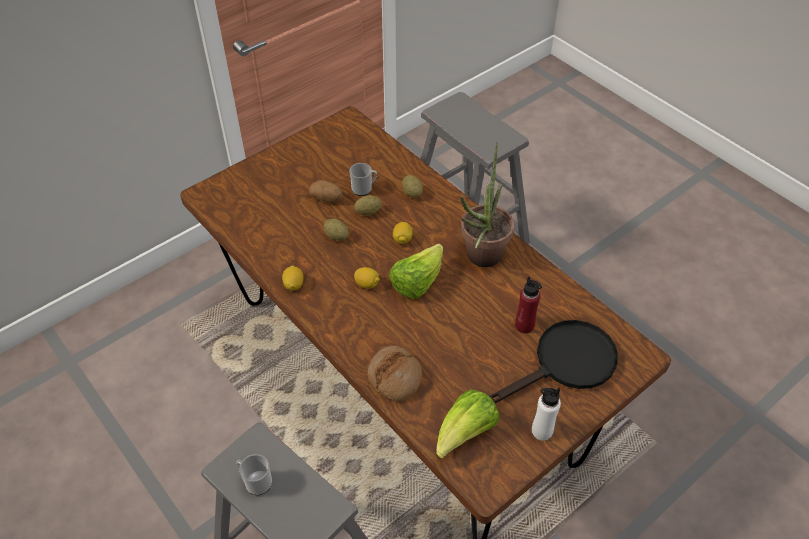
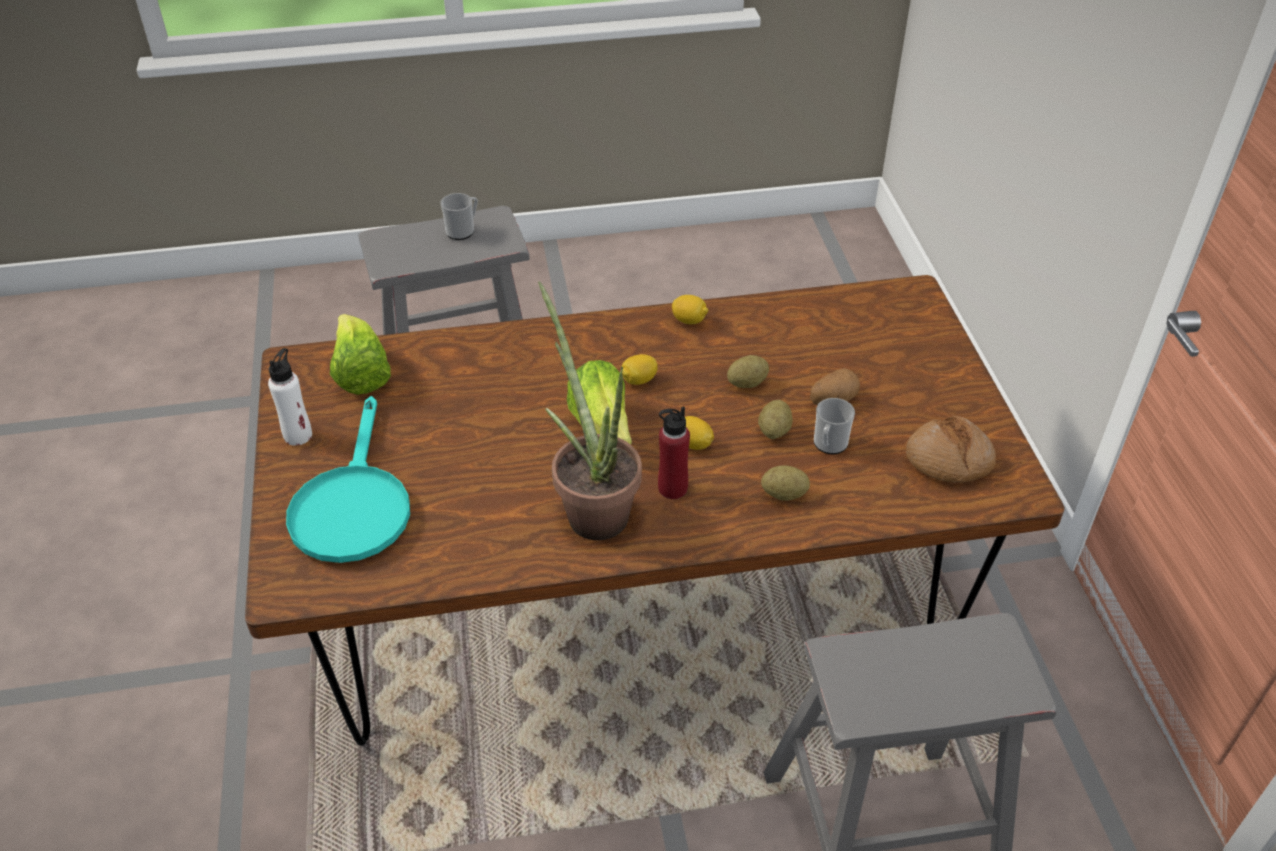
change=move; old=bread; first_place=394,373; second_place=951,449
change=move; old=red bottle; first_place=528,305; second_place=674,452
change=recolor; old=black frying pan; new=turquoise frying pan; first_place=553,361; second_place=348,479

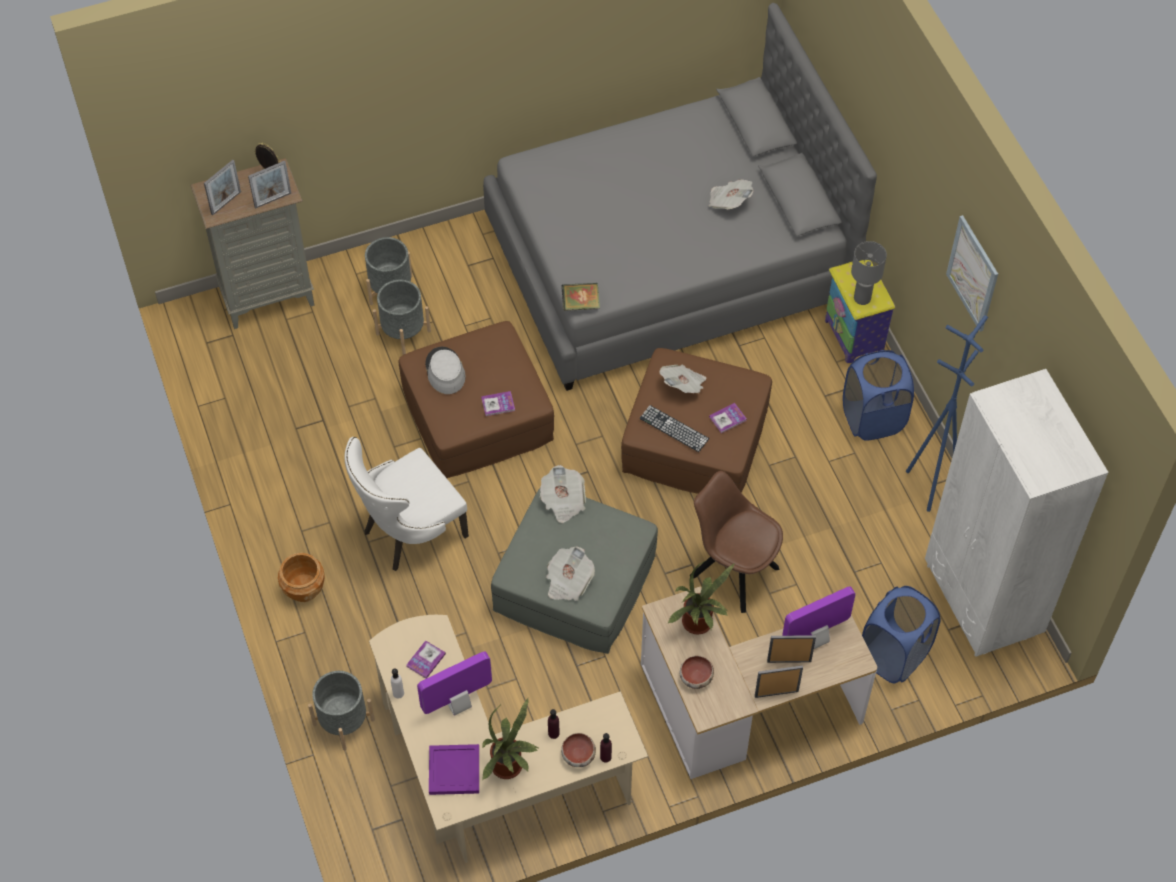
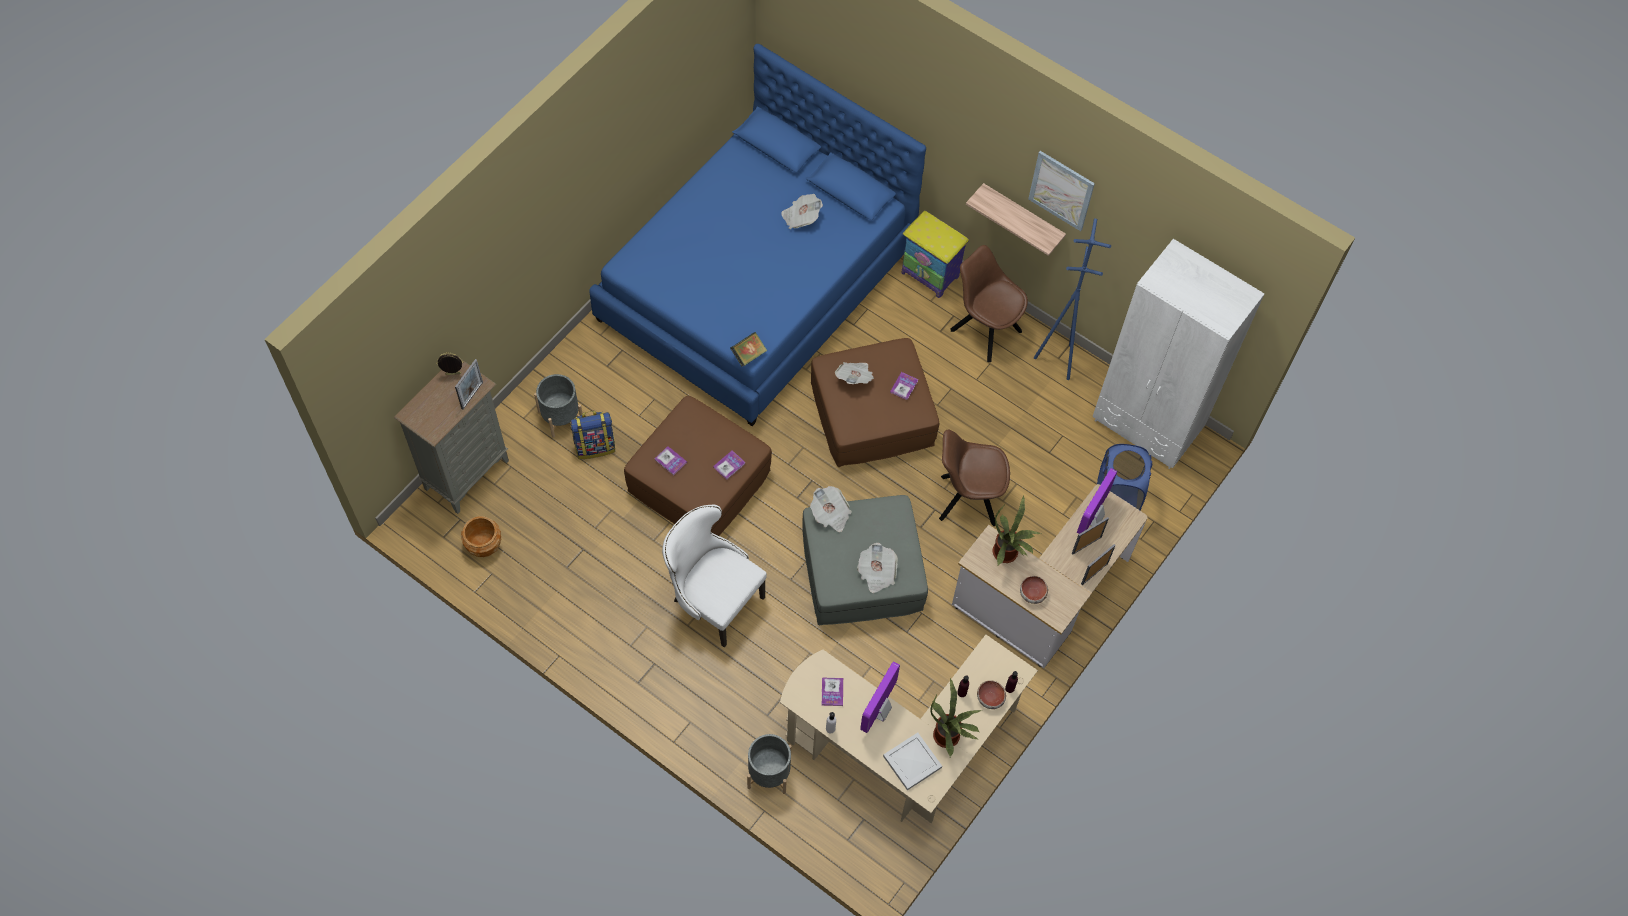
change=delete; old=picture frame; first_place=222,187
change=delete; old=keyboard; first_place=674,428
change=delete; old=grey table lamp; first_place=869,273
change=insert; new=shelf; second_place=1016,219
change=move; old=brown planter; first_place=301,577; second_place=481,536
change=replace; old=grey planter; new=backpack; first_place=402,317; second_place=592,435
change=replace; old=grey hat; new=book; first_place=445,370; second_place=671,460
change=replace; old=blue laundry basket; new=brown chair; first_place=878,395; second_place=989,303
change=recolor; old=purple tray; new=white tray; first_place=454,769; second_place=912,762
change=recolor; old=grey bed; new=blue bed; first_place=680,197; second_place=757,235
change=rotate; old=white chair; first_place=406,504; second_place=714,576; degrees=105

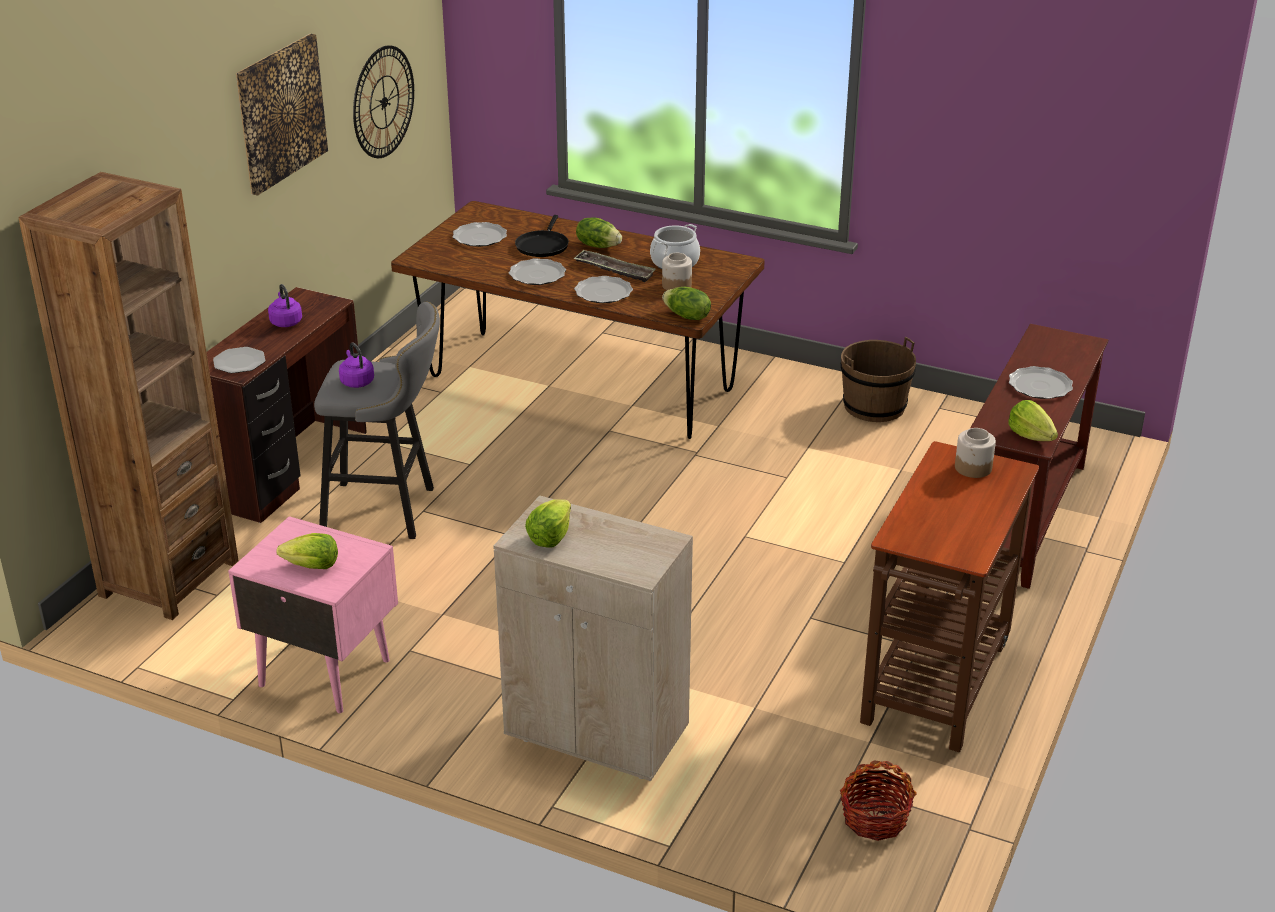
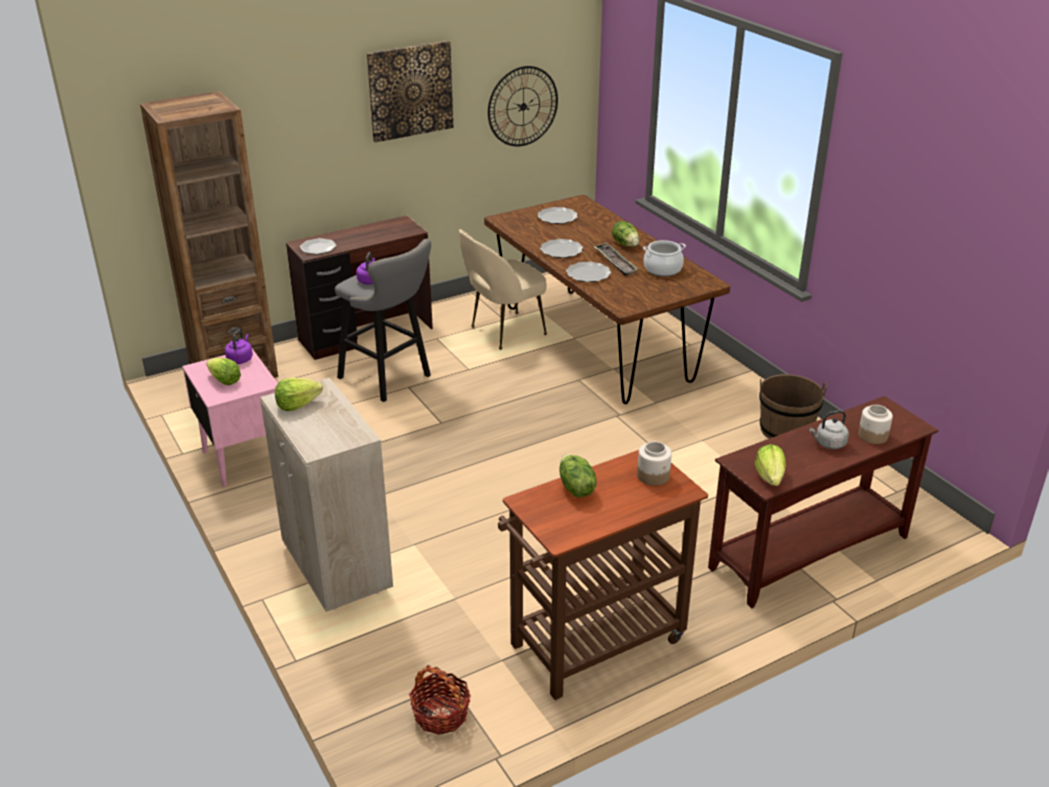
change=delete; old=black frying pan; first_place=542,236
change=insert; new=beige chair; second_place=503,289
change=move; old=purple kettle; first_place=285,305; second_place=239,346
change=move; old=jar; first_place=677,271; second_place=875,424
change=move; old=lettuce; first_place=686,303; second_place=578,476
change=replace; old=plate; new=grey kettle; first_place=1041,382; second_place=829,429

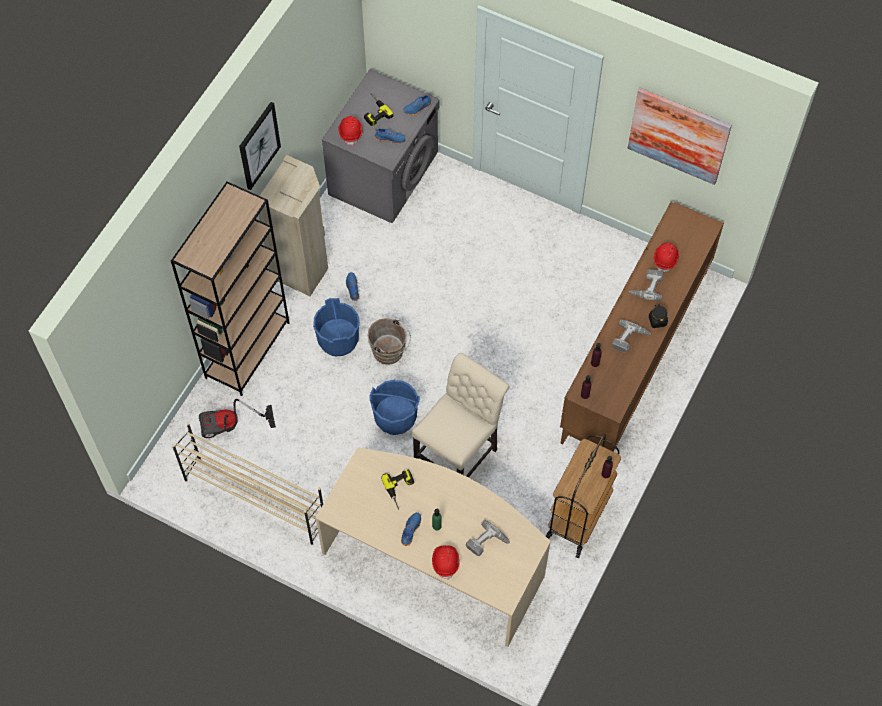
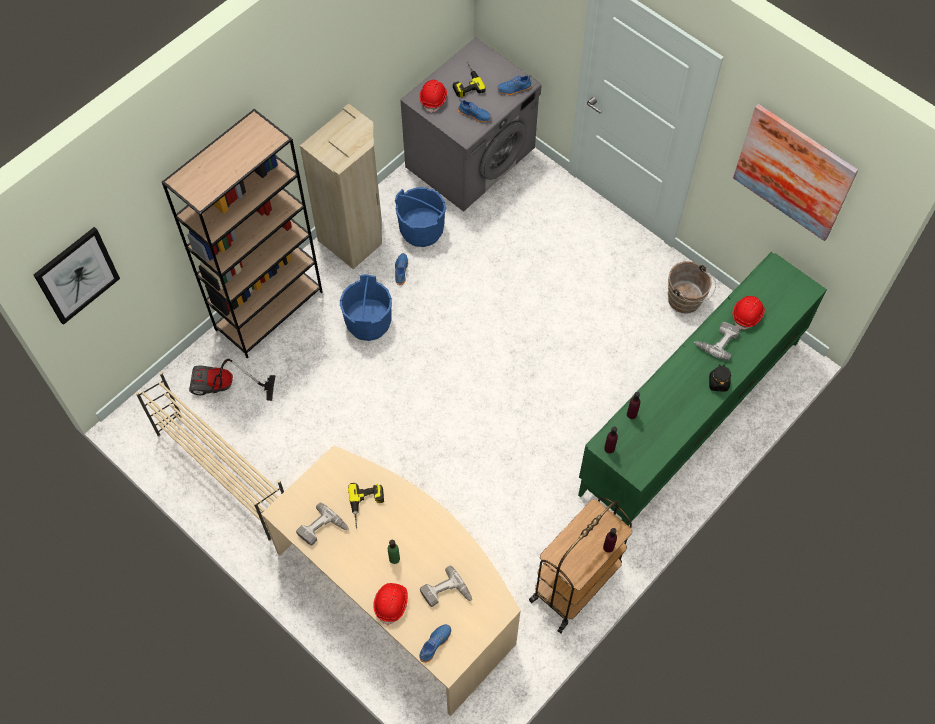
change=delete; old=beige chair; first_place=460,415
change=move; old=picture; first_place=260,146; second_place=77,276
change=move; old=brown bucket; first_place=389,341; second_place=692,287
change=move; old=blue bucket; first_place=395,407; second_place=421,217
change=move; old=blue shoe; first_place=411,529; second_place=435,643
change=move; old=power drill; first_place=631,336; second_place=322,524
change=recolor; old=brown cabinet; new=green cabinet; first_place=642,327; second_place=702,389

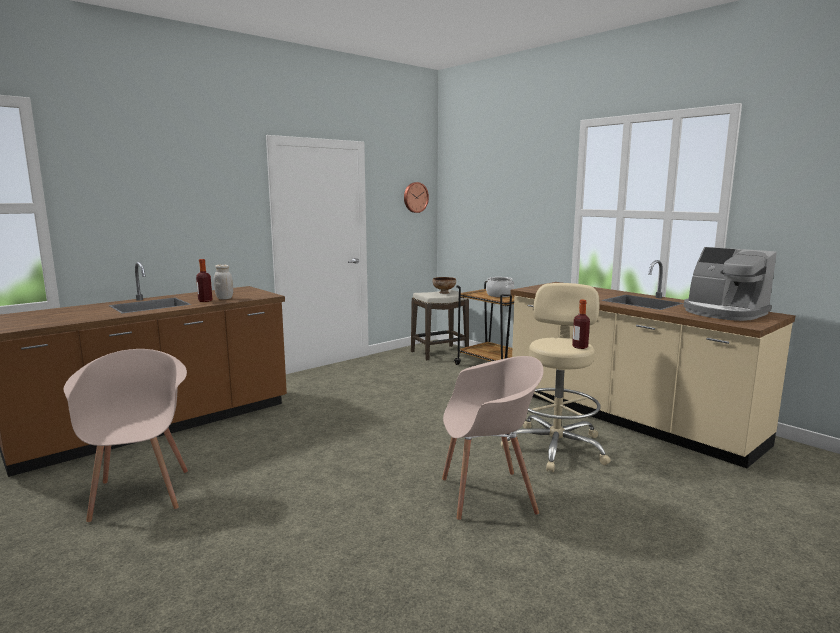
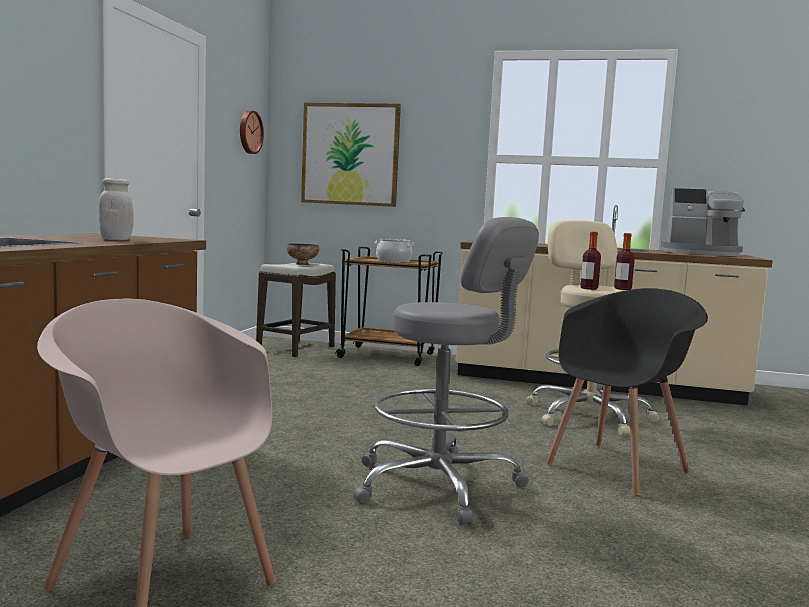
change=insert; new=picture; second_place=351,155
change=insert; new=grey stool; second_place=446,371
change=move; old=bottle; first_place=204,280; second_place=590,261
change=recolor; old=beige chair; new=black chair; first_place=492,438; second_place=627,391

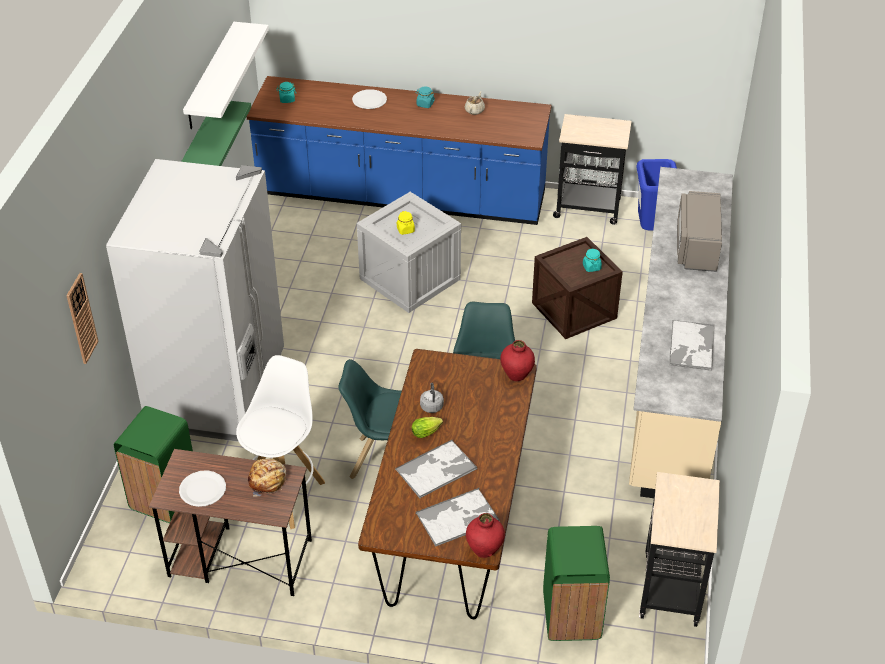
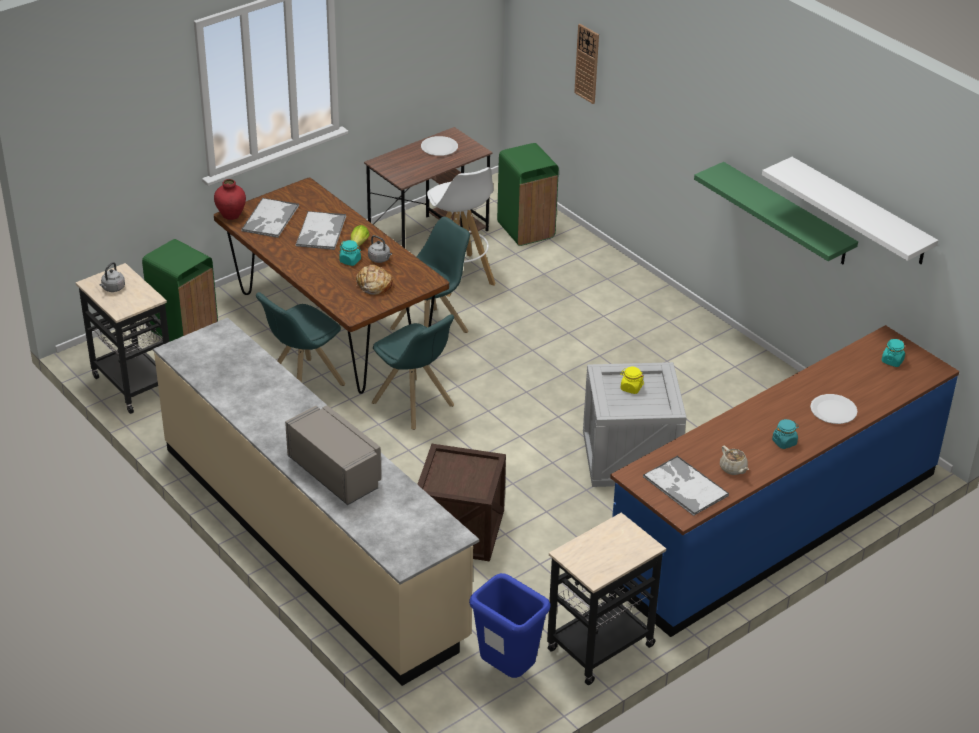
change=delete; old=white fridge; first_place=195,300
change=delete; old=red vase; first_place=517,360
change=insert; new=grey kettle; second_place=112,277
change=insert; new=turquoise chair; second_place=300,339
change=move; old=bread; first_place=267,477; second_place=374,280
change=move; old=turquoise jar; first_place=592,260; second_place=350,253
change=move; old=tray; first_place=692,345; second_place=686,485

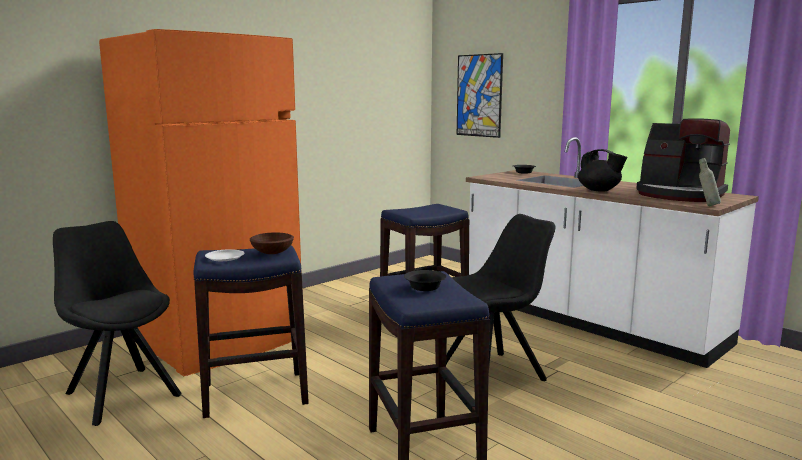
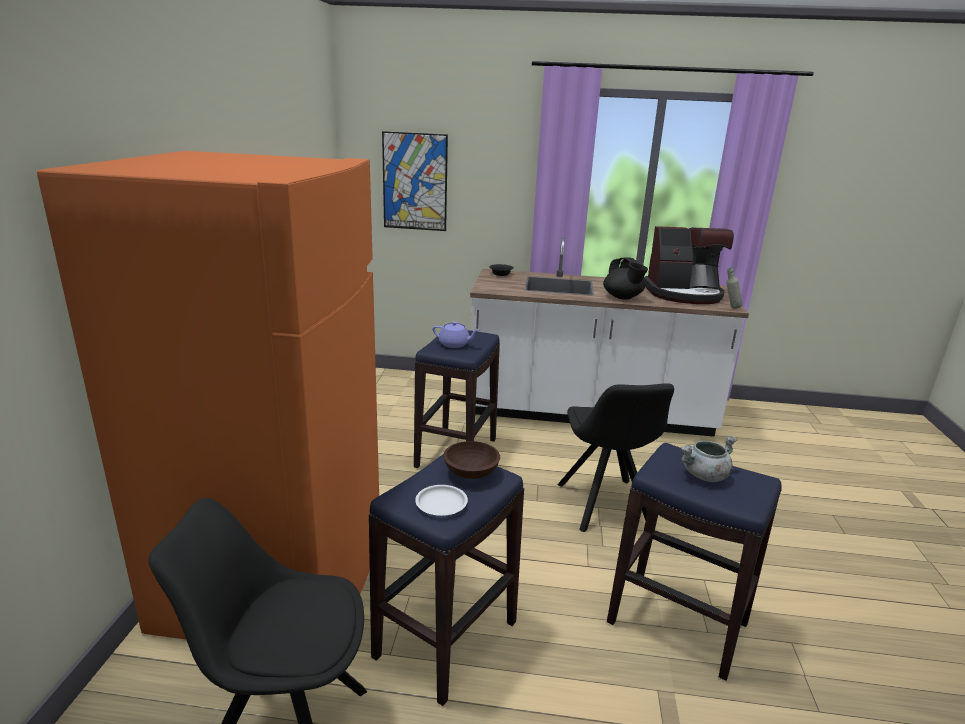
change=insert; new=purple teapot; second_place=456,334
change=replace; old=black bowl; new=grey cooking pot; first_place=425,280; second_place=709,459
change=rotate; old=black chair; first_place=500,297; second_place=616,457; degrees=150
change=rotate; old=black teapot; first_place=603,170; second_place=625,279; degrees=60

